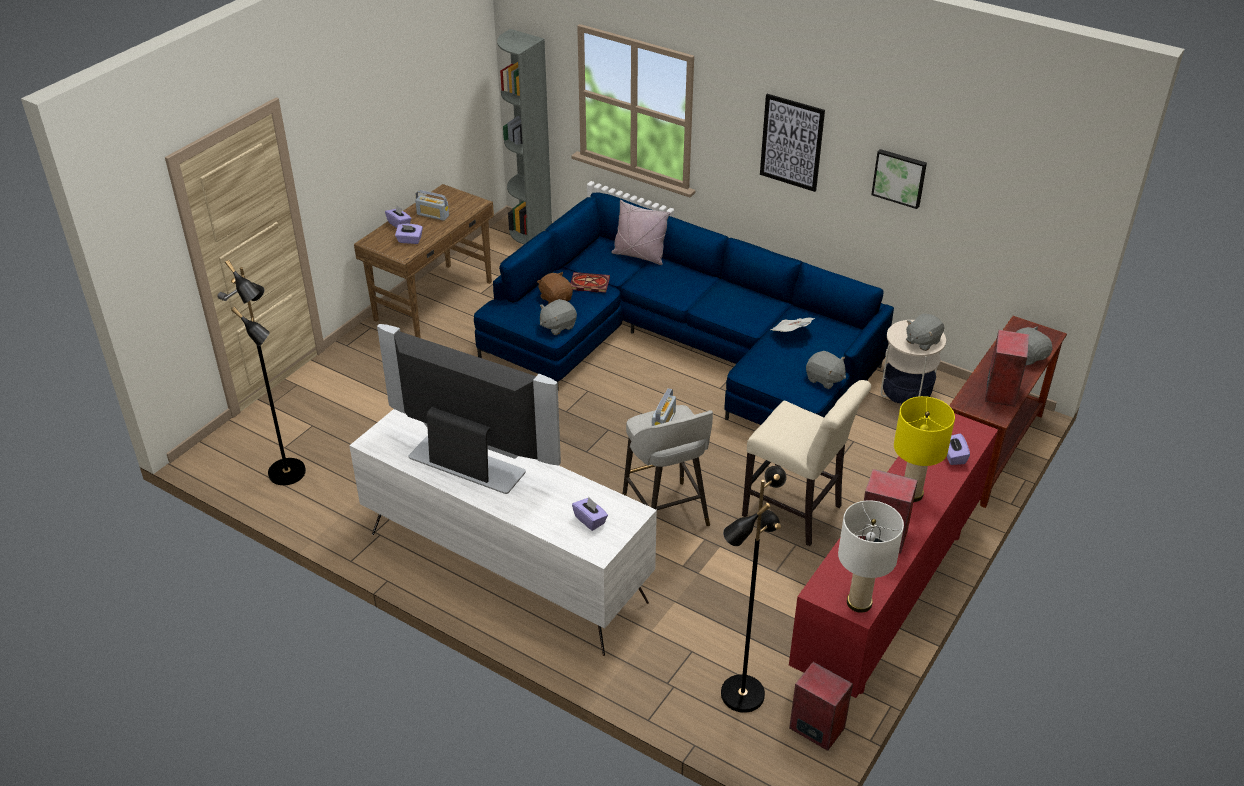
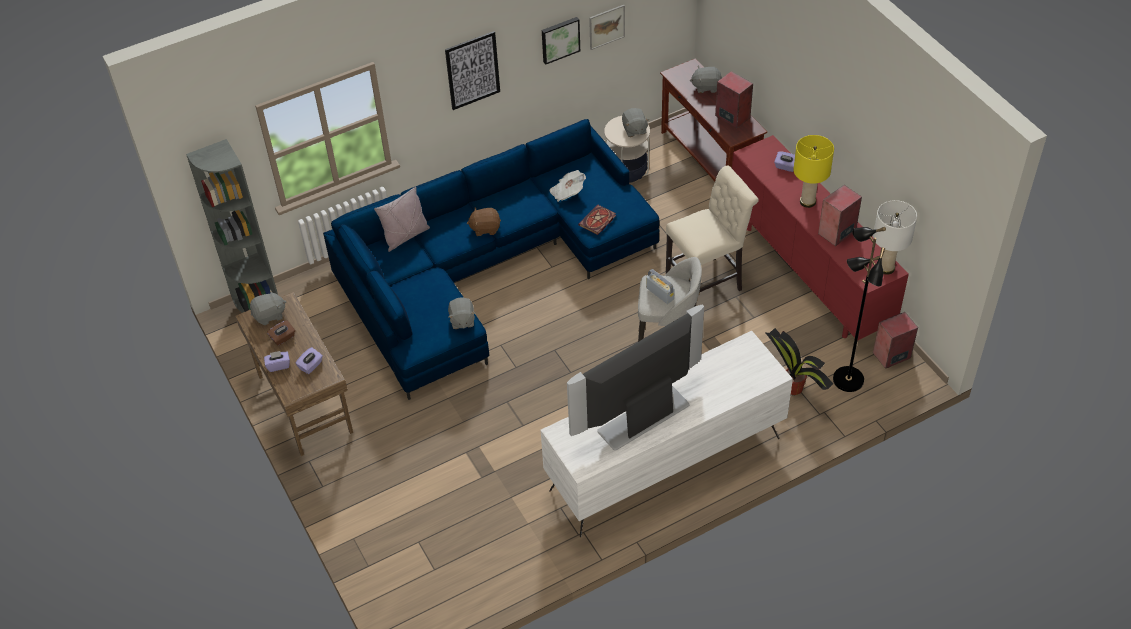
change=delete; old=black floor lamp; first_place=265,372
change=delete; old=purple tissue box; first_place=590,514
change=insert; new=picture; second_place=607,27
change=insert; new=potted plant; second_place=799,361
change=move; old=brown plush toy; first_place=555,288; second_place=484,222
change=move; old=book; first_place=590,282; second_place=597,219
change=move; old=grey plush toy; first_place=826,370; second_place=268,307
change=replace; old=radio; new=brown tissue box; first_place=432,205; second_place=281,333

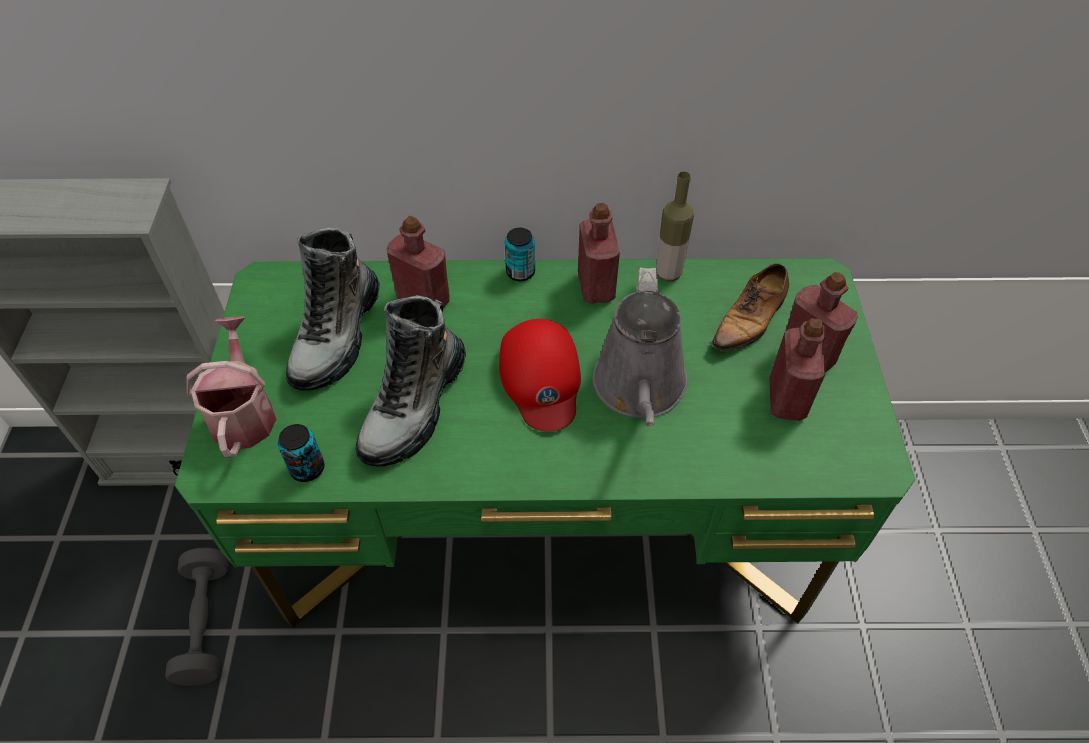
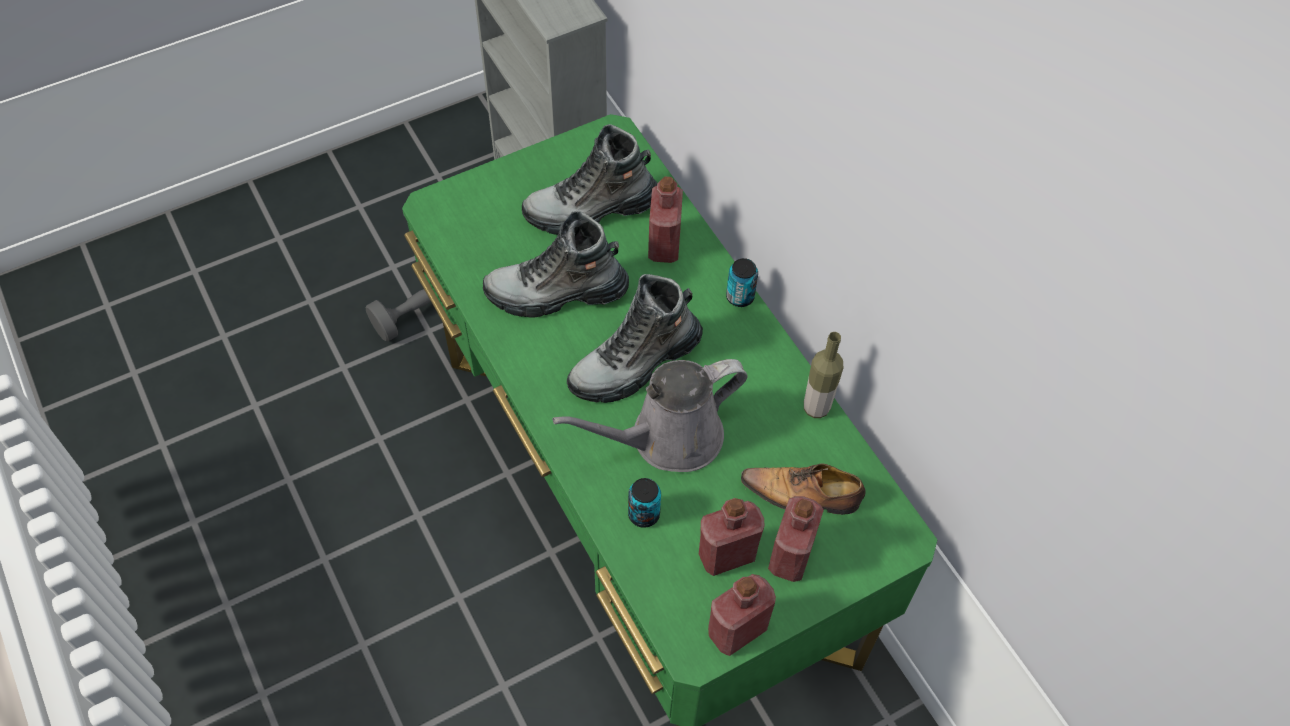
change=delete; old=watering can; first_place=231,386
change=move; old=can; first_place=301,453; second_place=644,503
change=move; old=red bottle; first_place=599,253; second_place=742,615
change=replace; old=red cap; new=boot; first_place=540,375; second_place=635,338

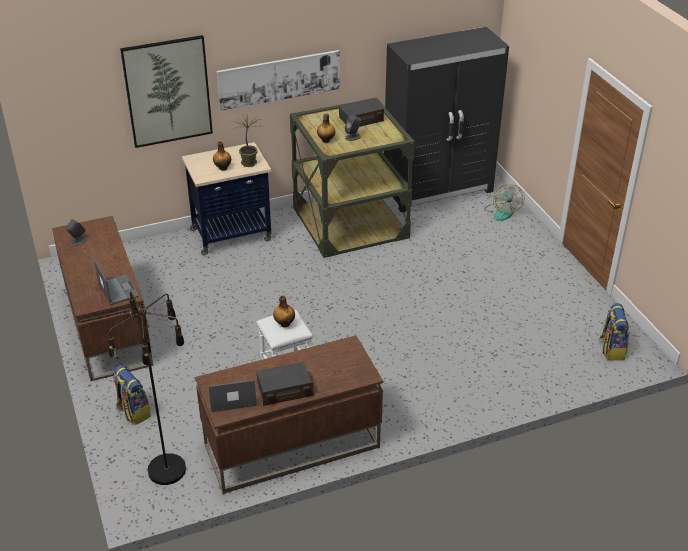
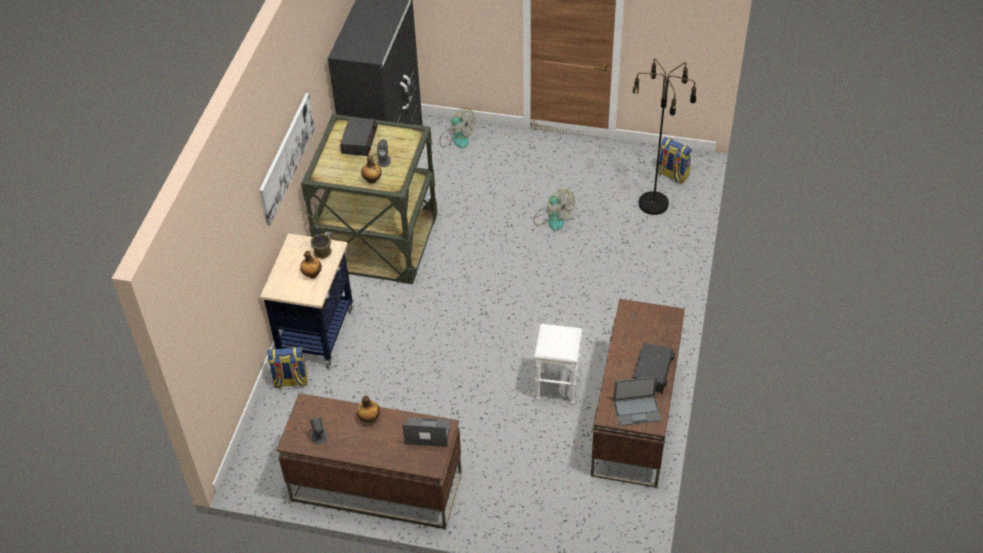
change=delete; old=picture; first_place=166,91
change=insert; new=fan; second_place=554,210
change=move; old=floor lamp; first_place=147,388; second_place=664,136
change=move; old=backpack; first_place=132,395; second_place=287,368
change=move; old=bottle; first_place=284,311; second_place=368,409
change=rotate; old=laptop; first_place=232,396; second_place=637,401; degrees=-120

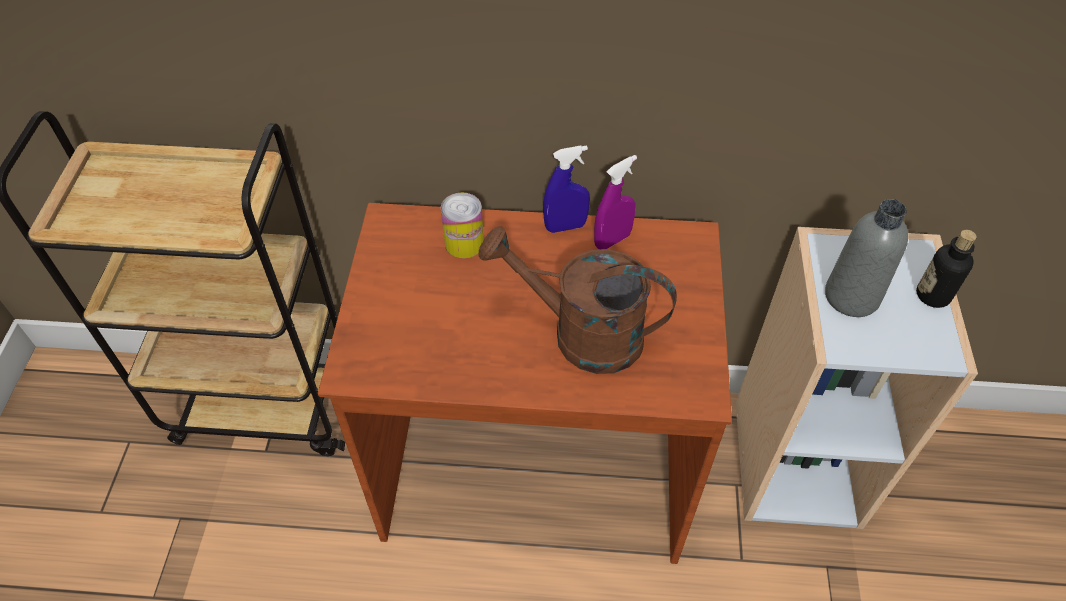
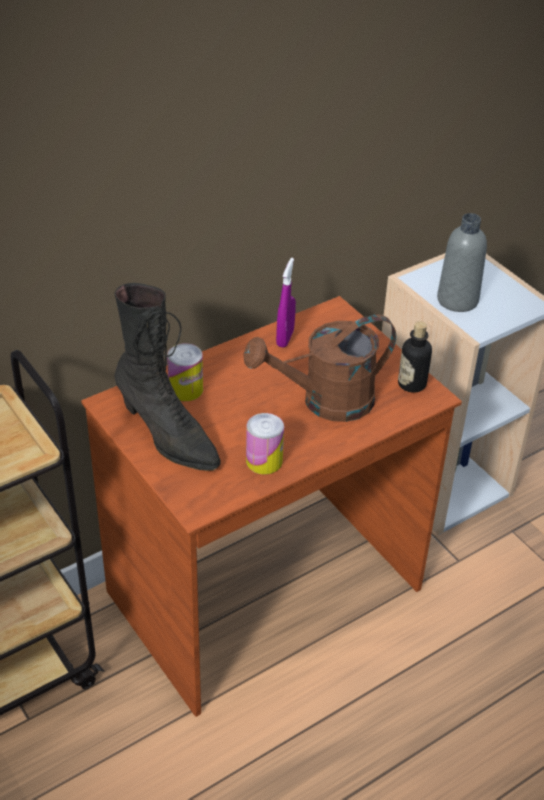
change=delete; old=blue spray bottle; first_place=566,189
change=insert; new=black boot; second_place=167,377
change=insert; new=can; second_place=265,443
change=move; old=bottle; first_place=946,269; second_place=415,357

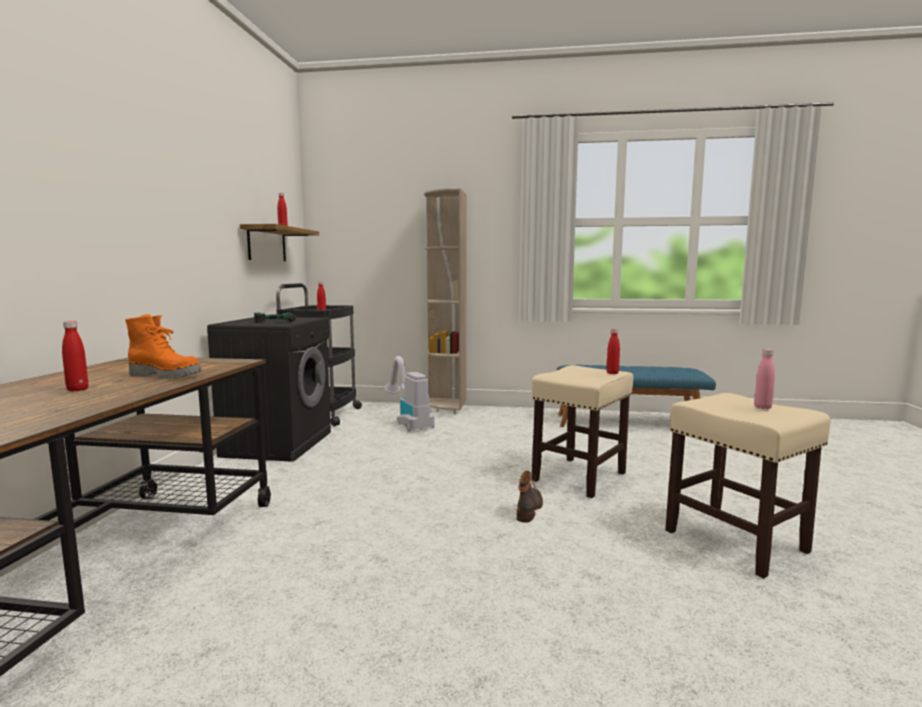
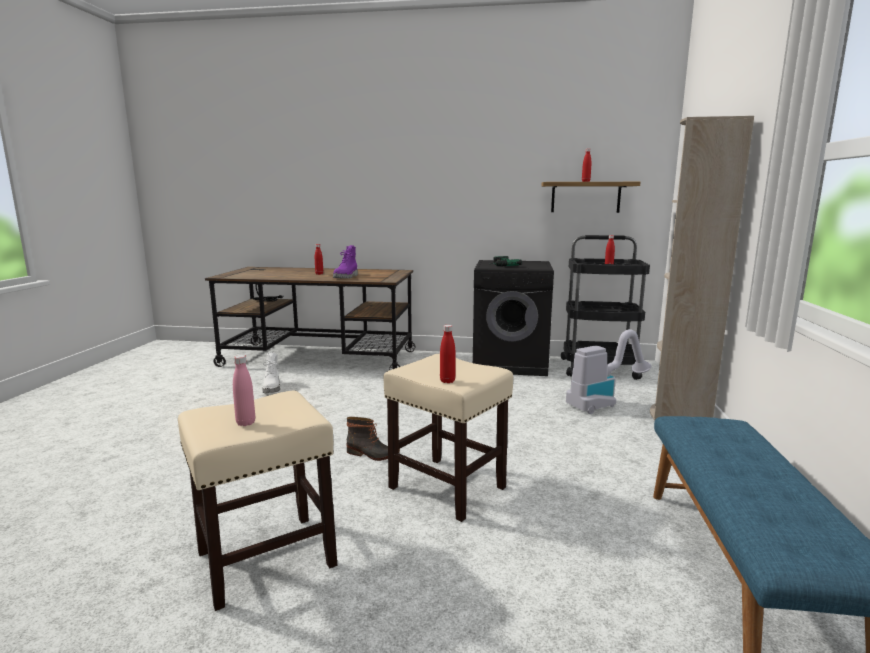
change=insert; new=white boot; second_place=271,372
change=recolor; old=orange boot; new=purple boot; first_place=163,346; second_place=345,262

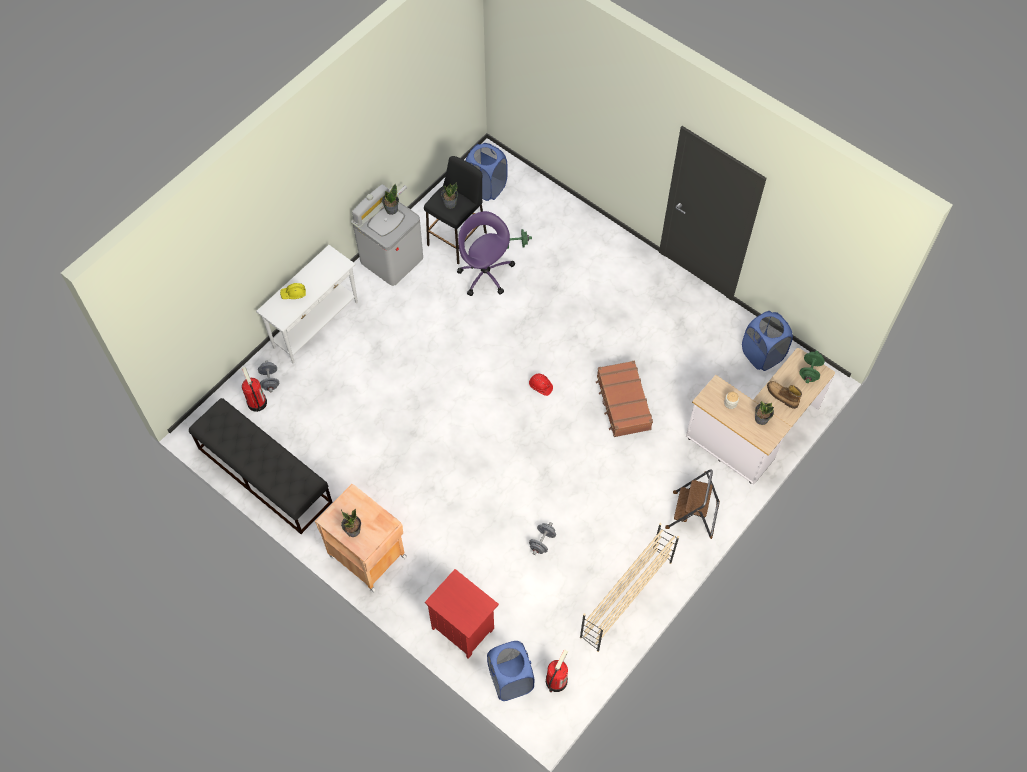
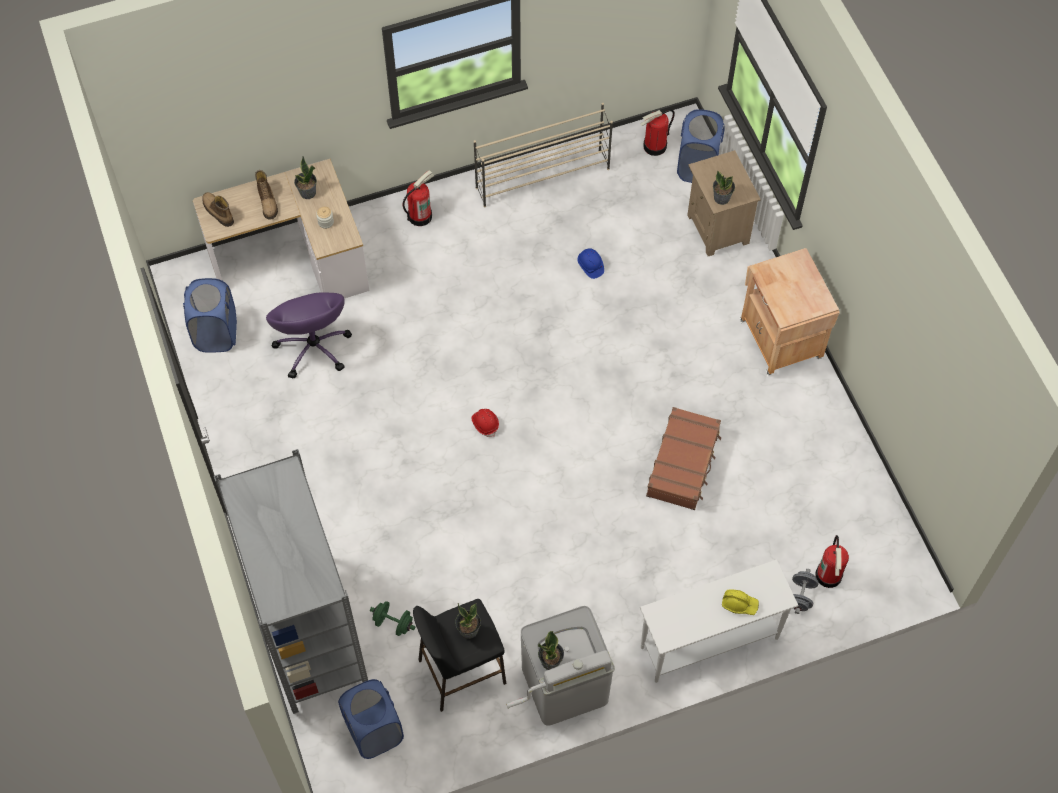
change=delete; old=black bench; first_place=260,466
change=insert; new=grey bookcase; second_place=291,581
change=move; old=potted plant; first_place=351,522; second_place=724,188
change=move; old=purple office chair; first_place=486,253; second_place=309,335
change=move; old=brown suitcase; first_place=624,398; second_place=683,458
change=replace; old=grey dumbbell; new=blue hard hat; first_place=542,538; second_place=590,263
change=replace; old=brown step ladder; new=fire extinguisher; first_place=692,504; second_place=418,198
change=replace; old=green dumbbell; new=boot; first_place=812,367; second_place=218,209
change=recolor; old=red nightstand; new=beige nightstand; first_place=462,614; second_place=724,203

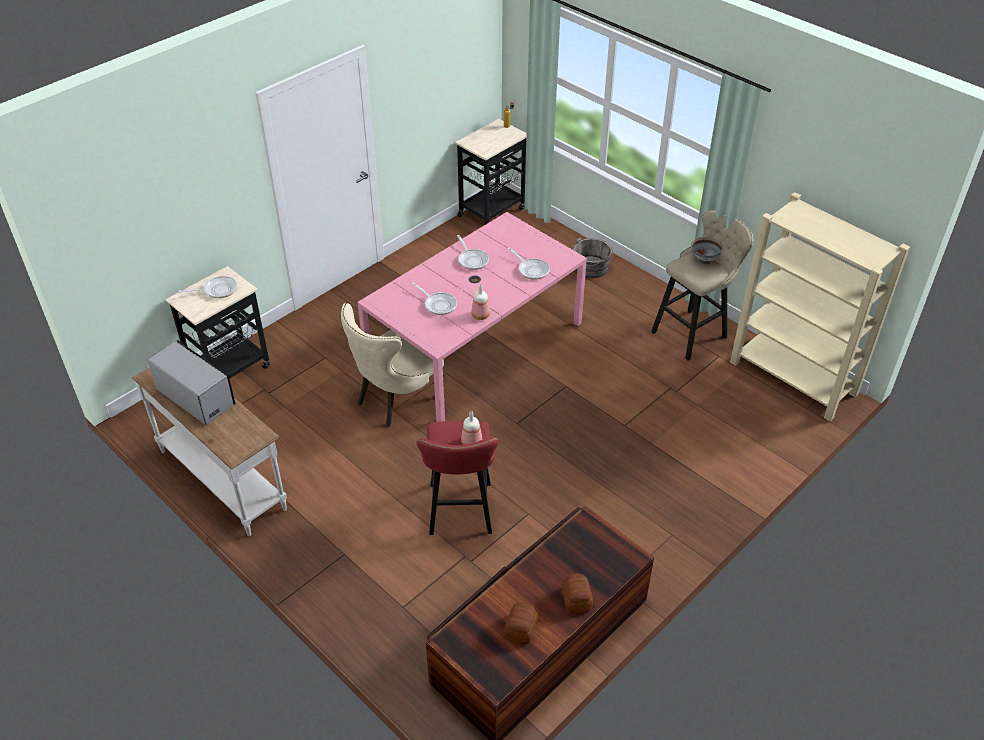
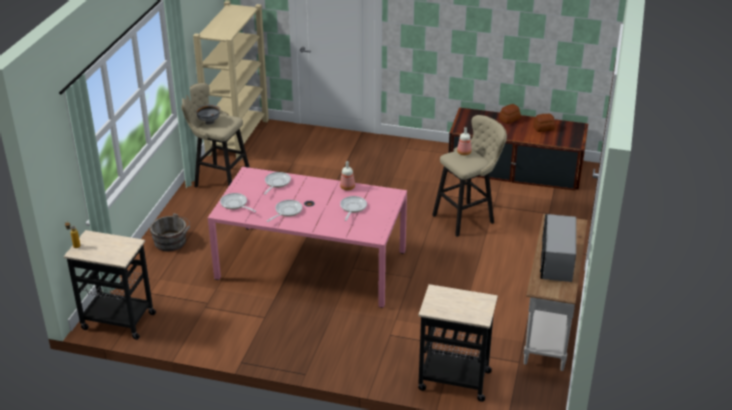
change=delete; old=beige chair; first_place=392,365
change=move; old=frying pan; first_place=208,287; second_place=238,202
change=recolor; old=red stool; new=beige stool; first_place=457,478; second_place=469,176

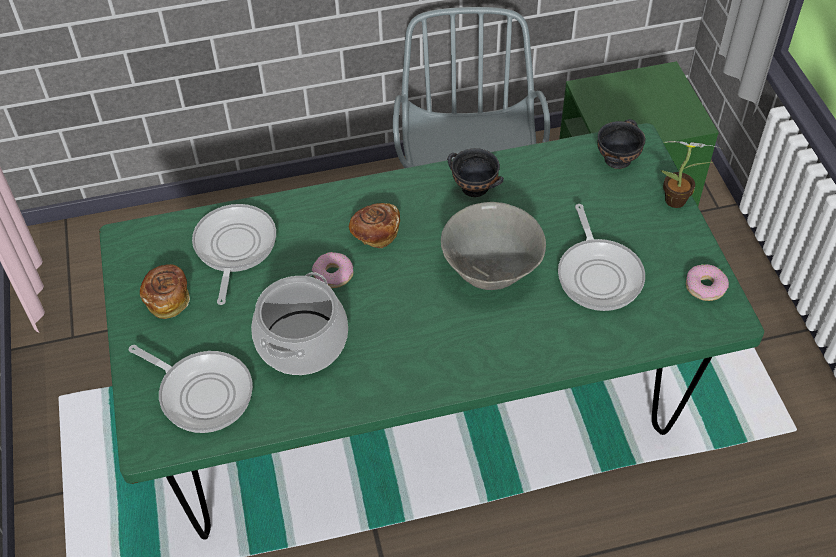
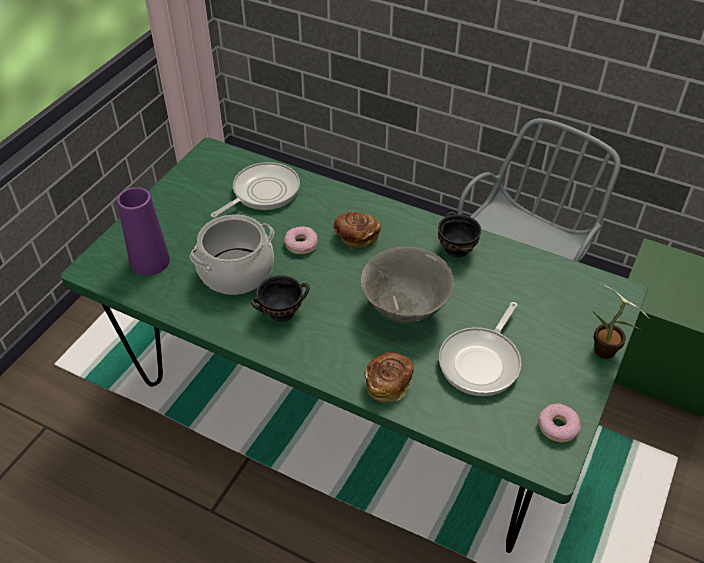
change=move; old=bread; first_place=165,291; second_place=389,377
change=move; old=black bowl; first_place=621,144; second_place=280,298
change=replace; old=frying pan; new=purple vase; first_place=191,389; second_place=143,231

